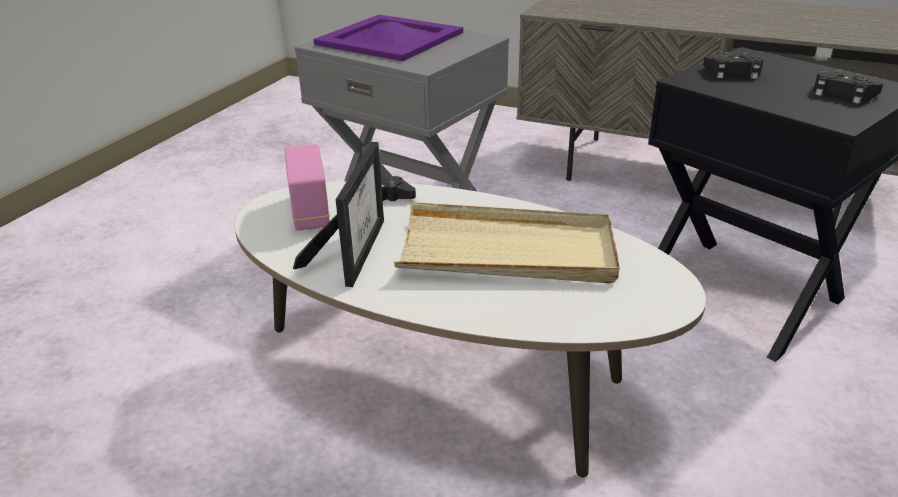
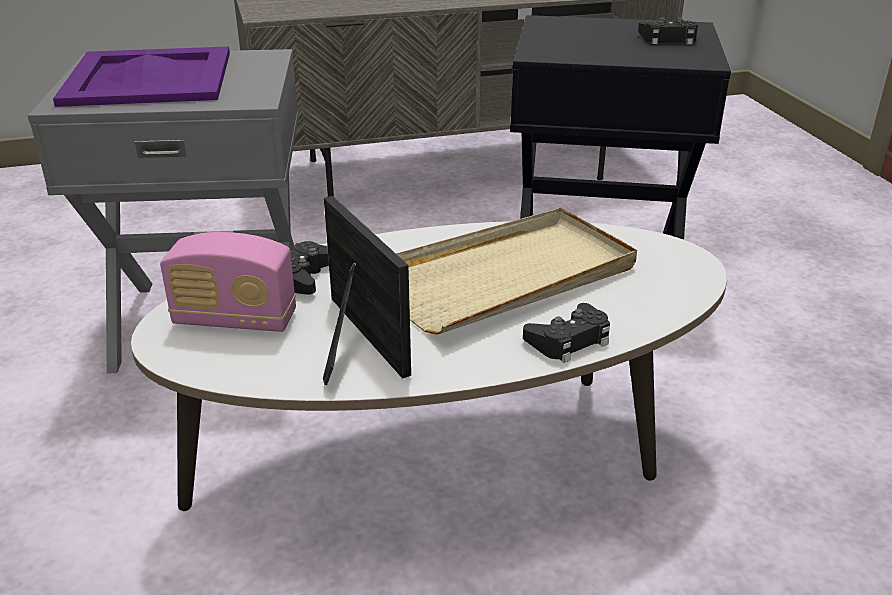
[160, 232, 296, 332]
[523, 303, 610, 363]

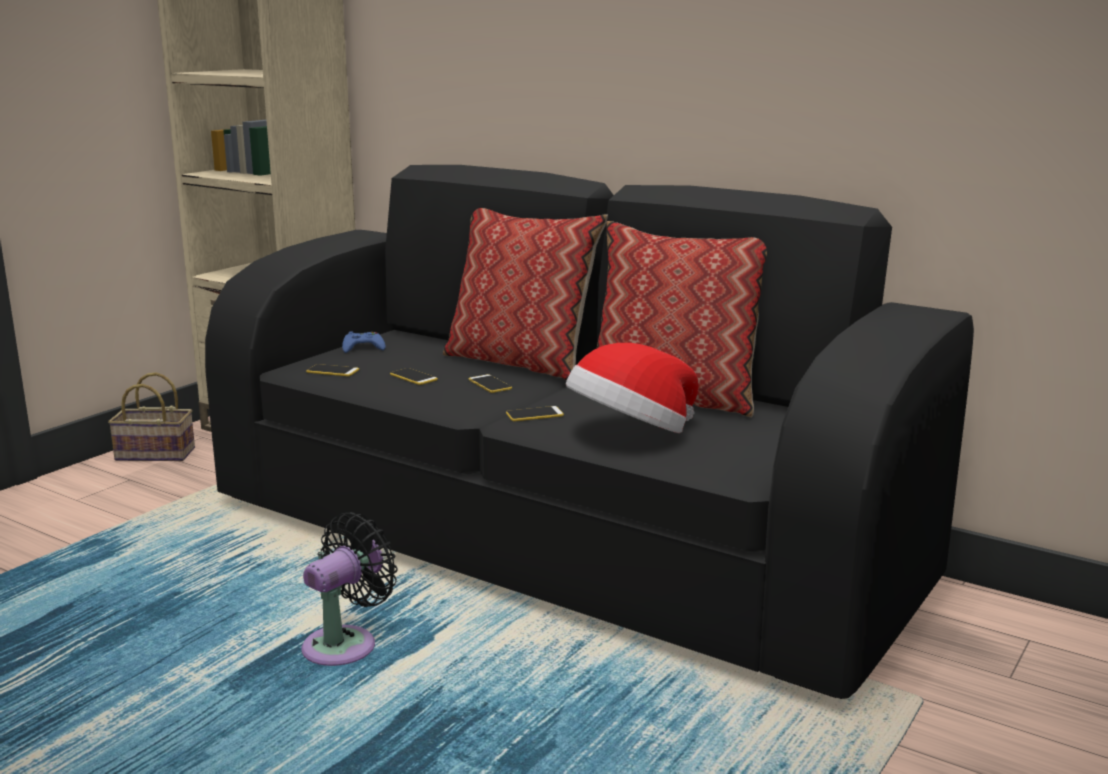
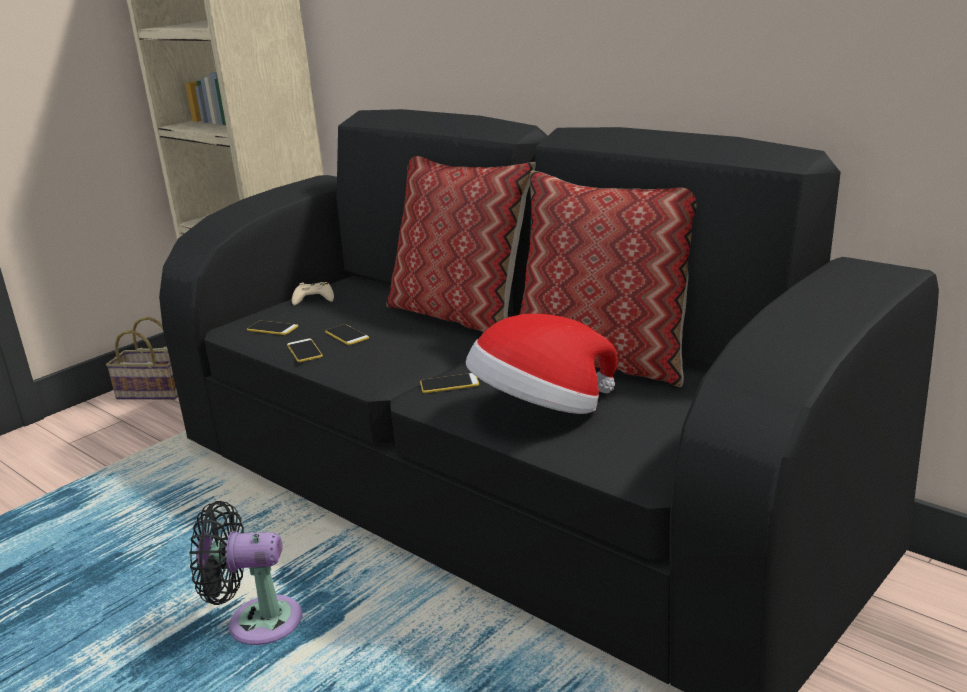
[190, 501, 303, 645]
[287, 338, 323, 362]
[292, 282, 334, 306]

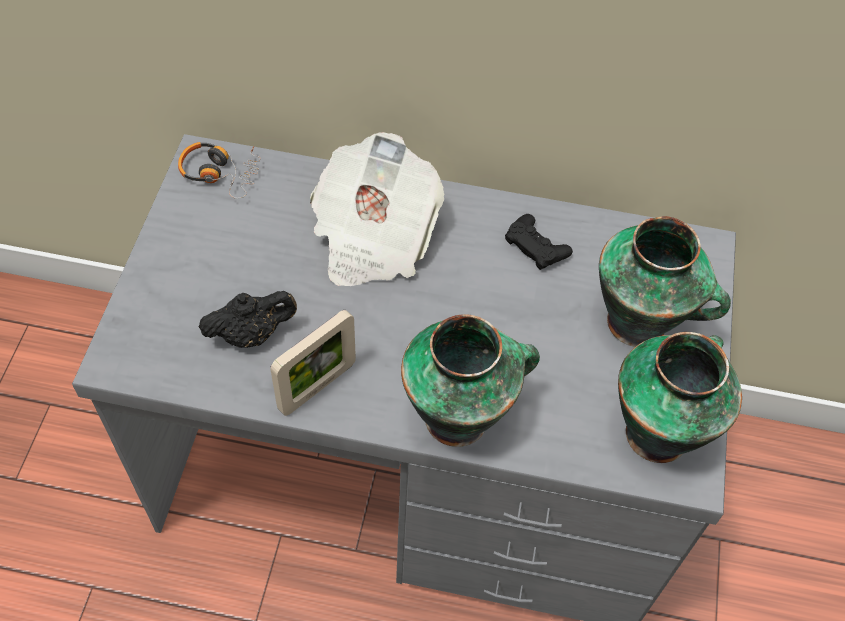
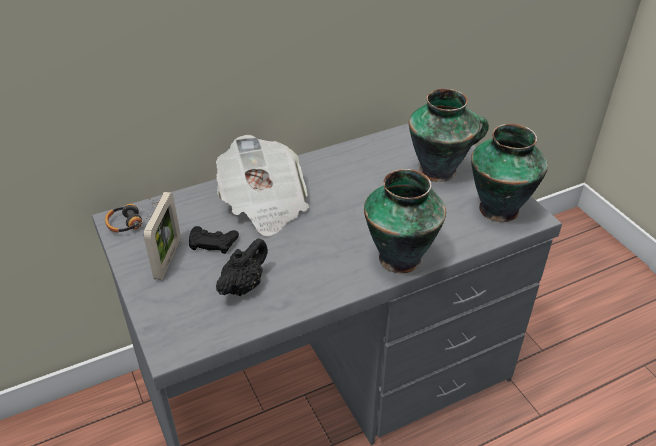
[144, 192, 181, 280]
[189, 226, 239, 254]

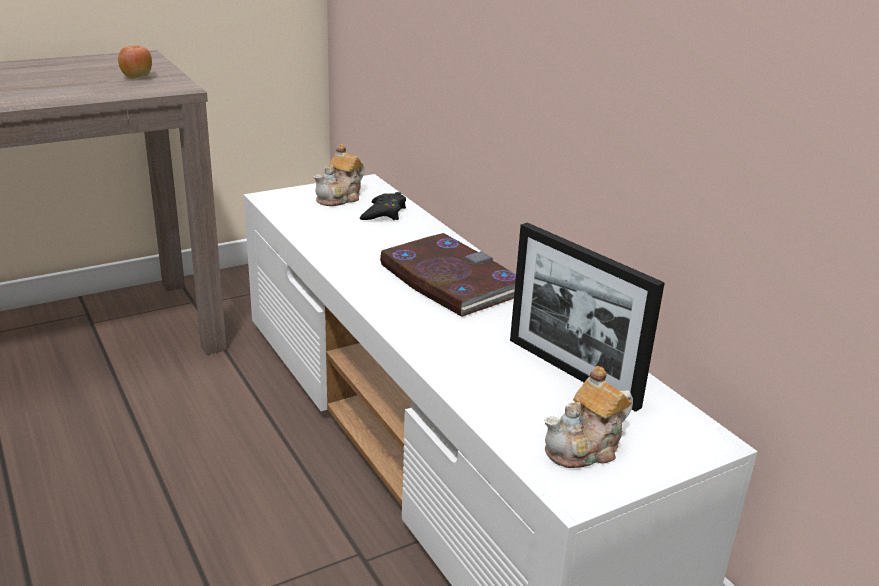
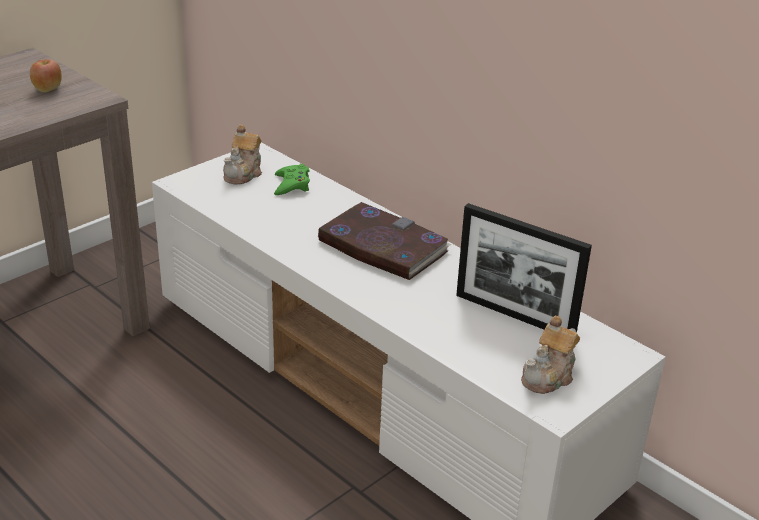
[274, 164, 310, 195]

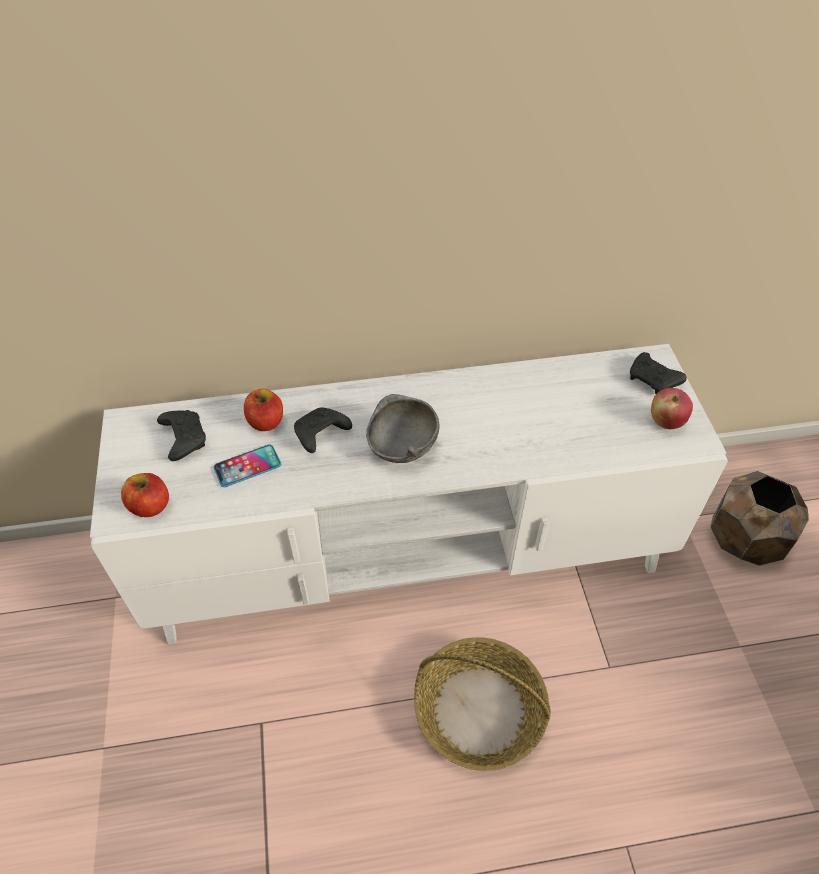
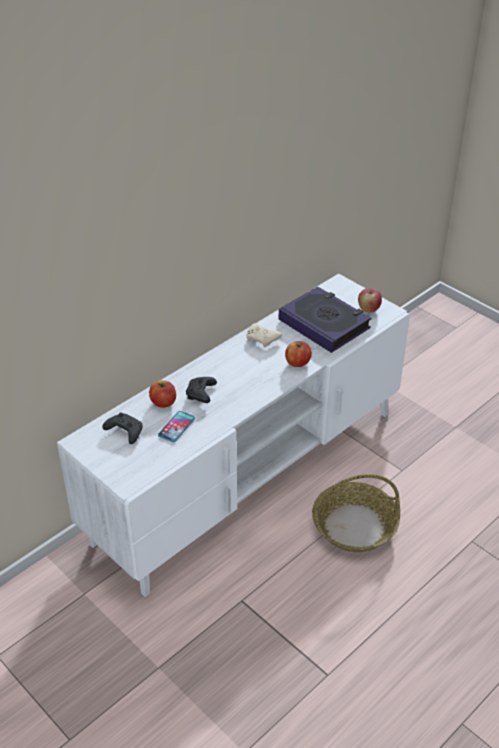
[246, 323, 282, 347]
[279, 286, 372, 353]
[285, 341, 312, 367]
[366, 394, 439, 463] (first image)
[630, 352, 687, 394] (first image)
[711, 471, 808, 566] (first image)

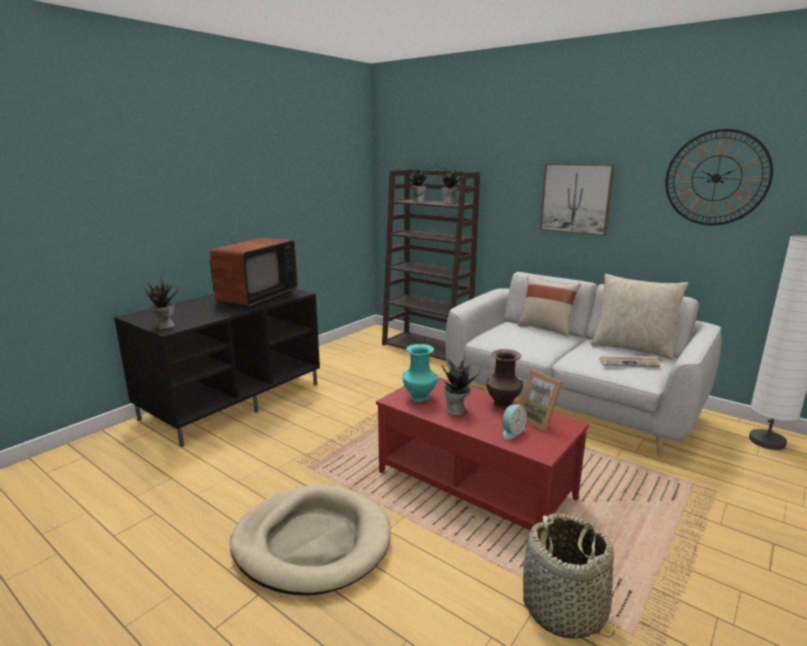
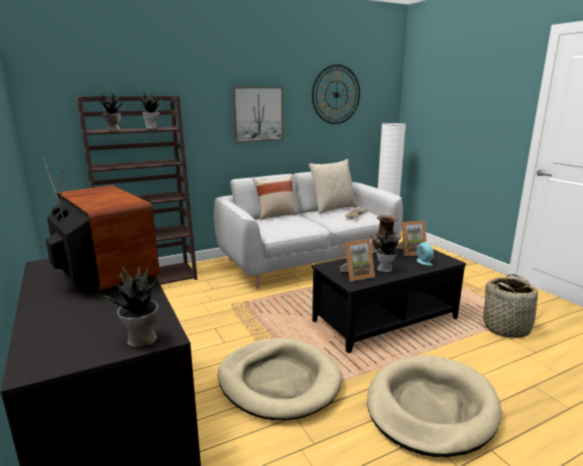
[218, 338, 342, 420]
[312, 248, 466, 353]
[340, 239, 375, 282]

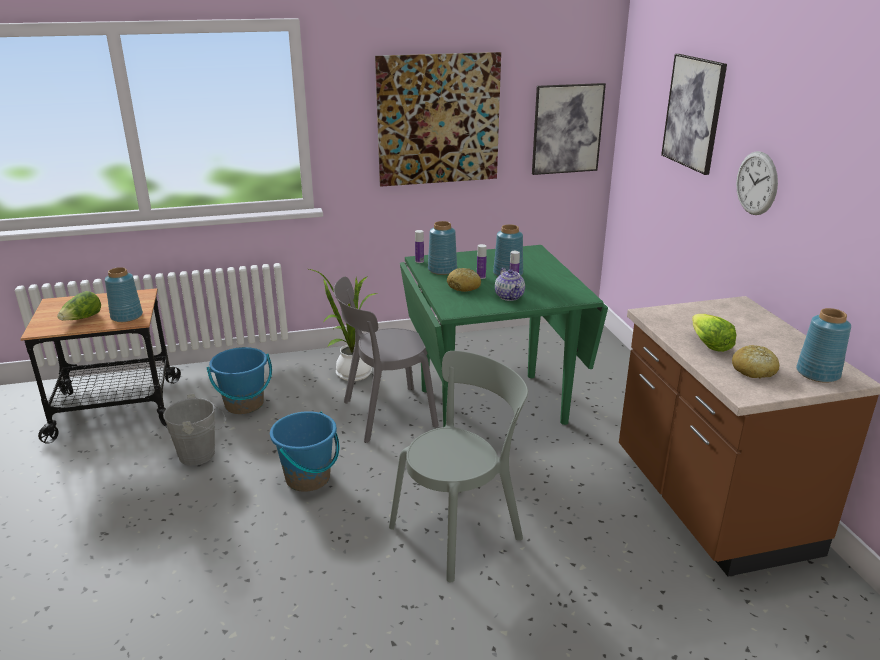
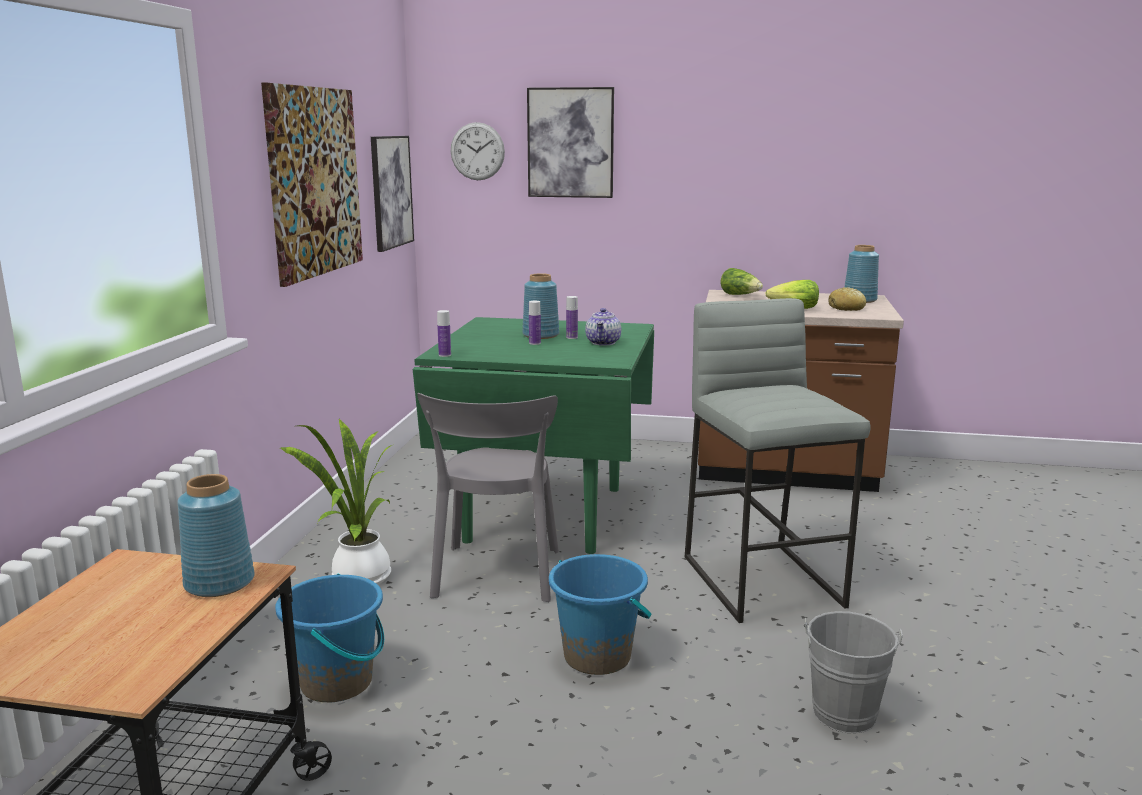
[450, 122, 505, 180]
[585, 308, 621, 345]
[685, 298, 870, 623]
[720, 268, 763, 295]
[804, 611, 903, 733]
[428, 221, 457, 275] (first image)
[447, 268, 481, 292] (first image)

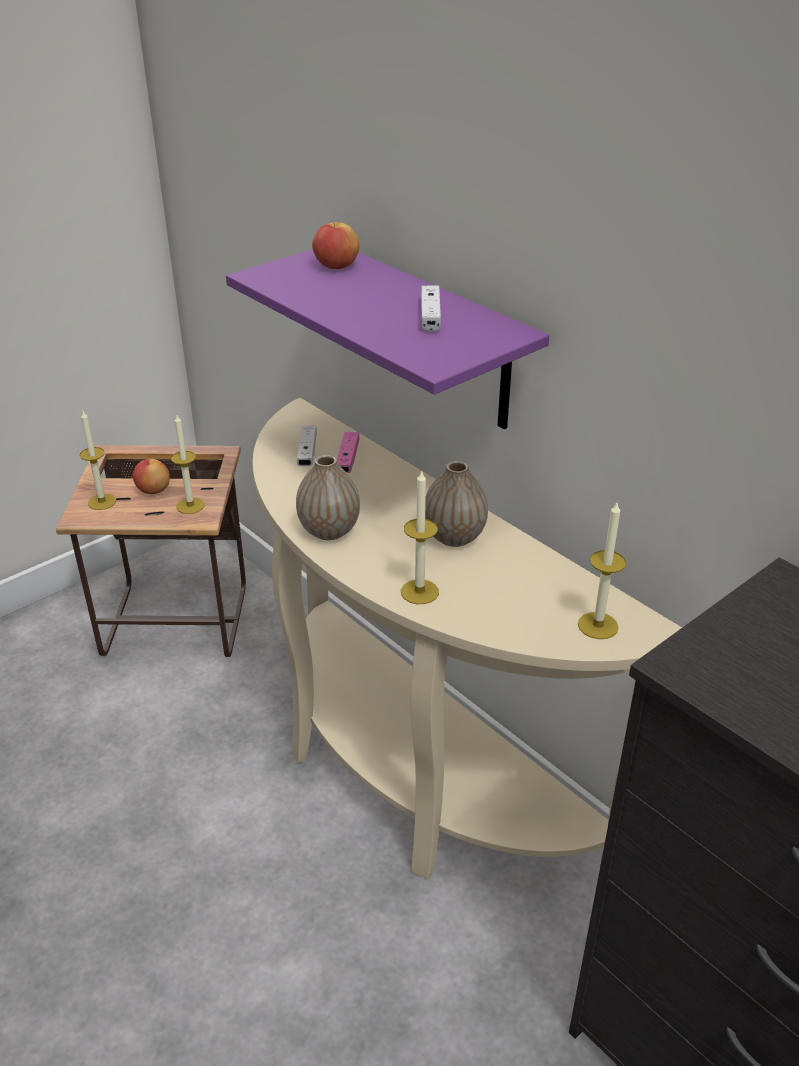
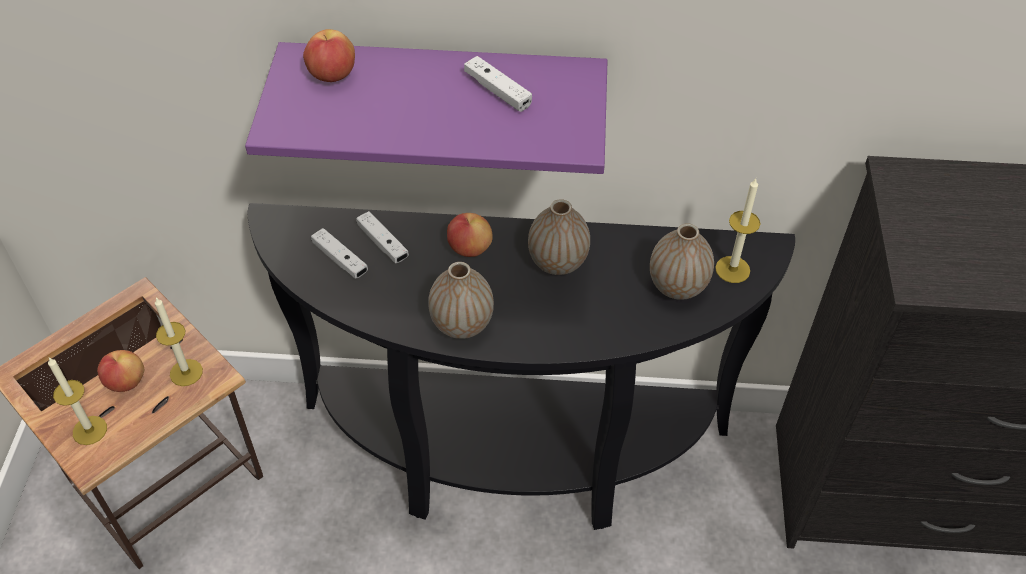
[247, 203, 795, 530]
[356, 211, 409, 263]
[447, 213, 493, 257]
[650, 223, 714, 300]
[401, 470, 439, 604] (first image)

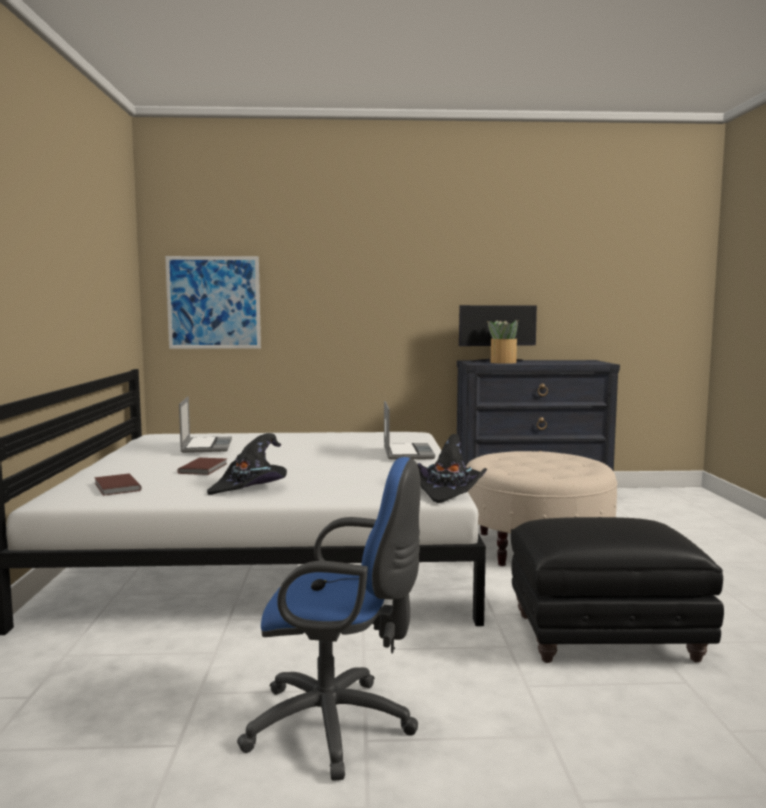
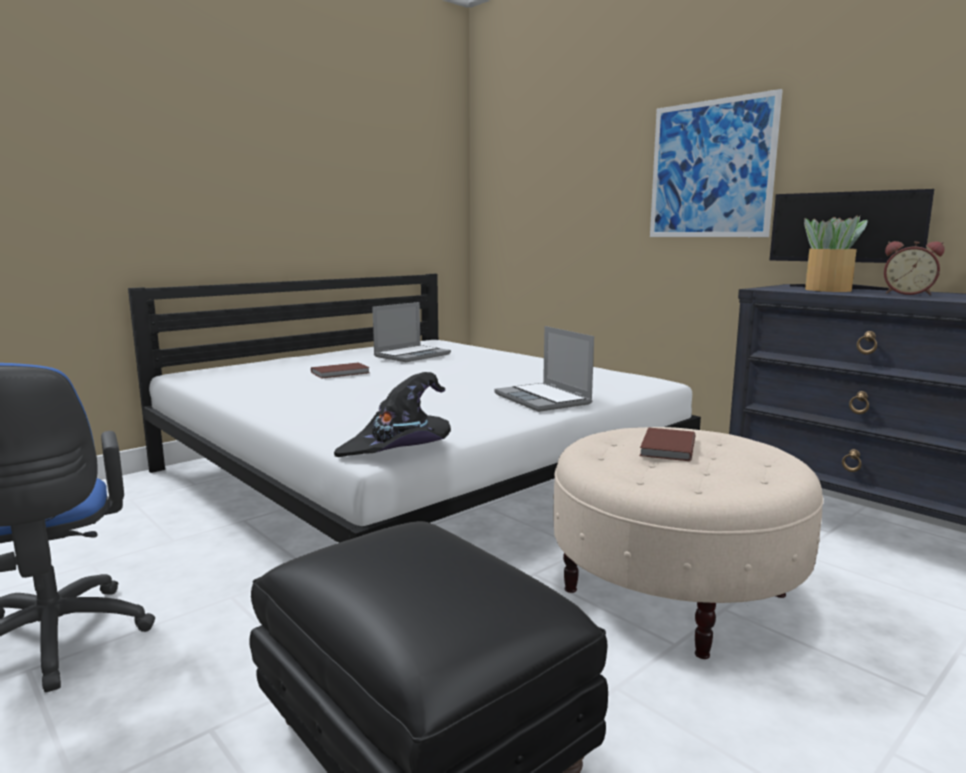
[494, 326, 594, 412]
[640, 427, 695, 461]
[650, 89, 783, 237]
[884, 241, 945, 295]
[207, 433, 287, 495] (first image)

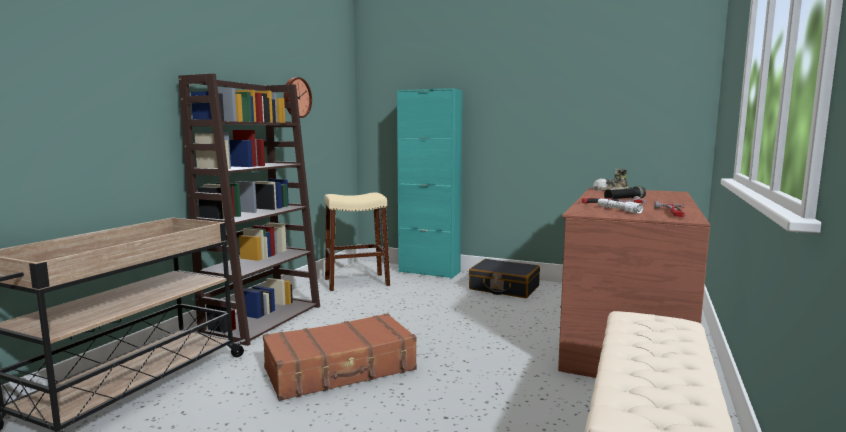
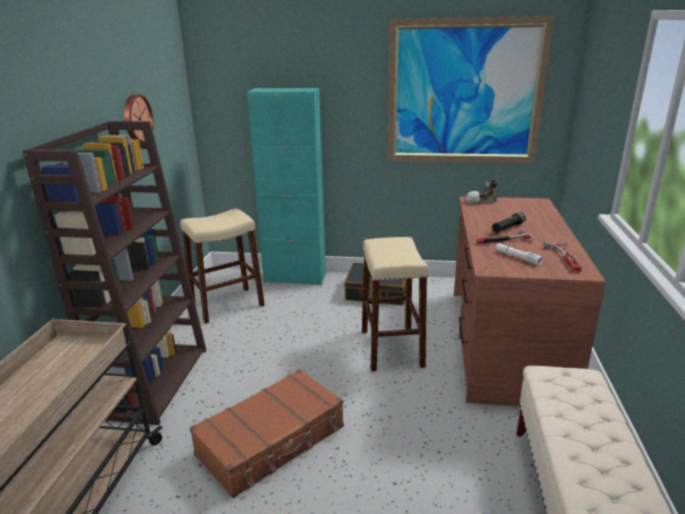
[362, 237, 429, 372]
[387, 16, 554, 163]

